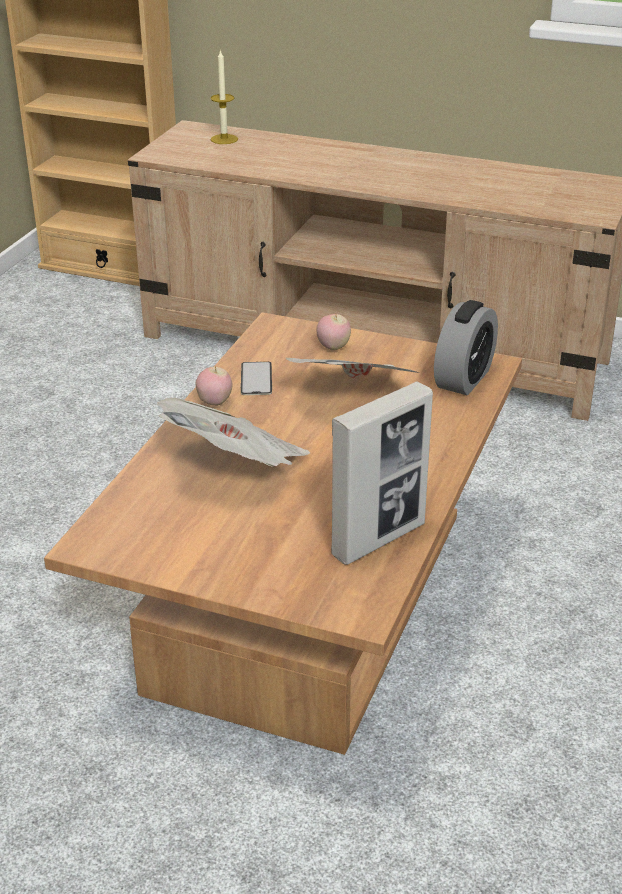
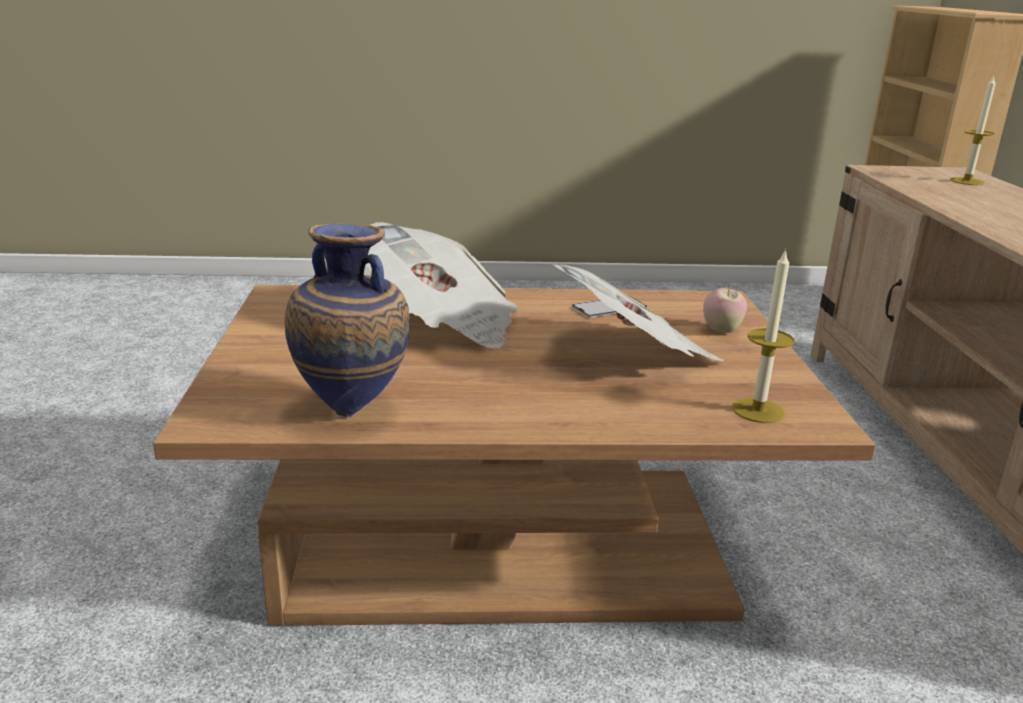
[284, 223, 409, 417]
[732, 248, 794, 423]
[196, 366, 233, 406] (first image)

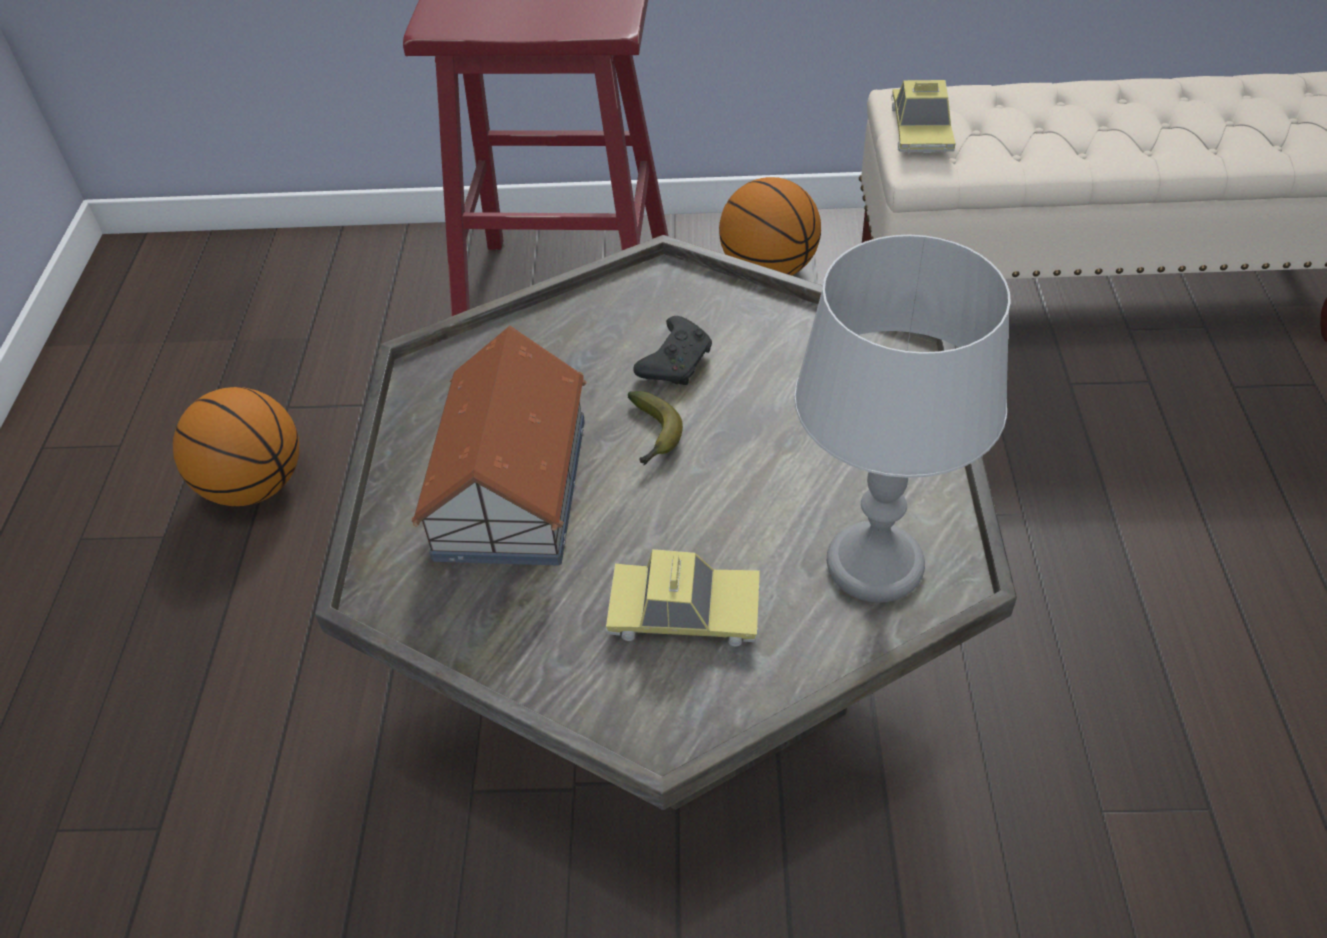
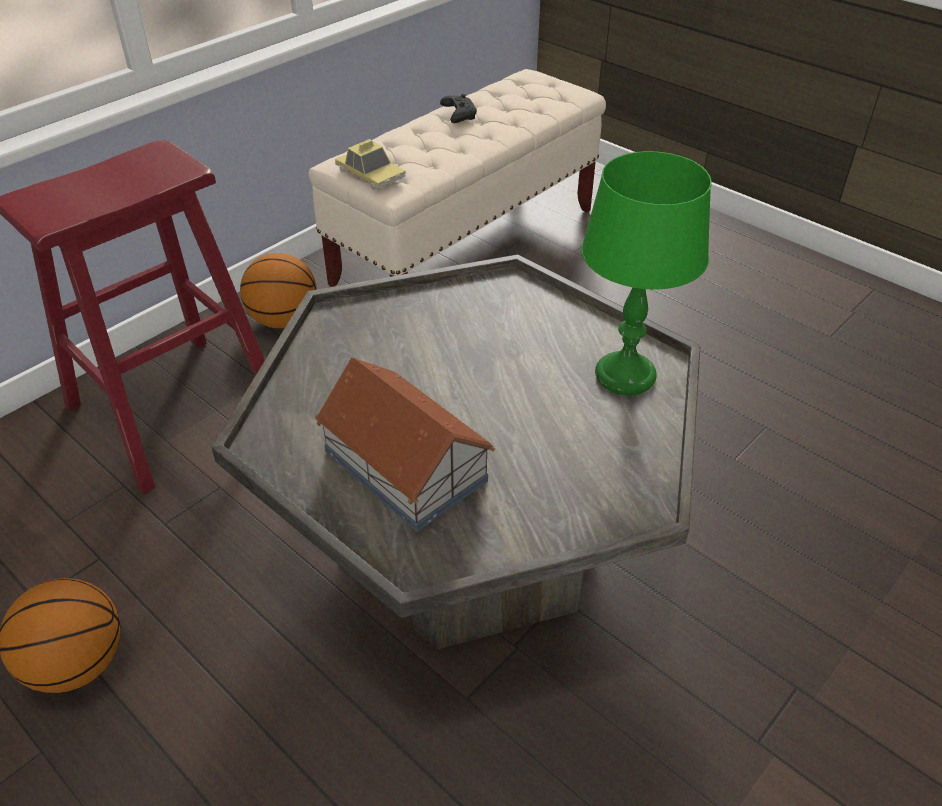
[440, 94, 477, 123]
[581, 151, 712, 395]
[606, 549, 760, 646] (first image)
[628, 391, 683, 465] (first image)

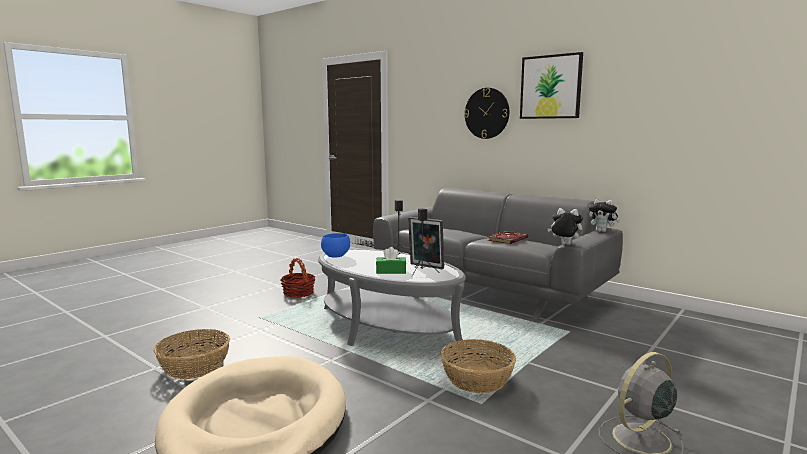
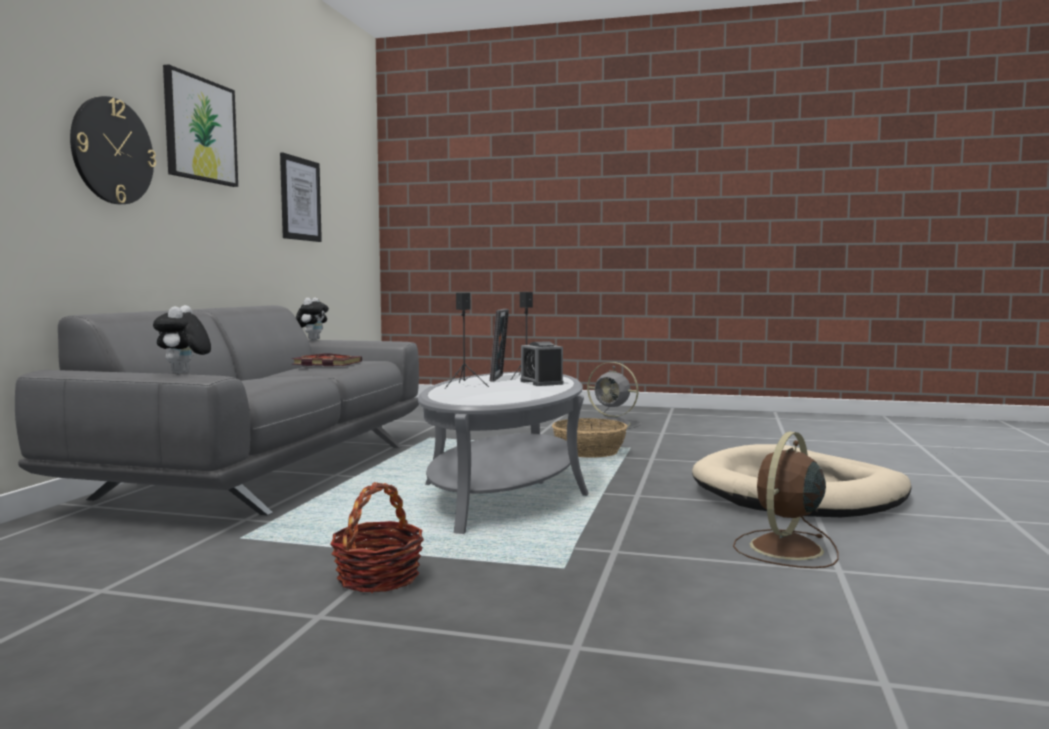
[153, 305, 211, 374]
[280, 153, 322, 242]
[520, 341, 564, 386]
[733, 432, 839, 568]
[321, 233, 350, 258] (first image)

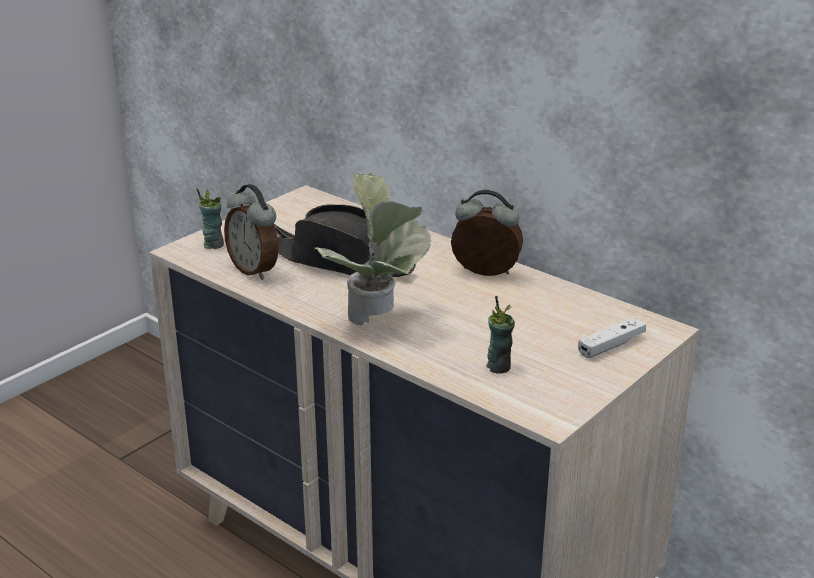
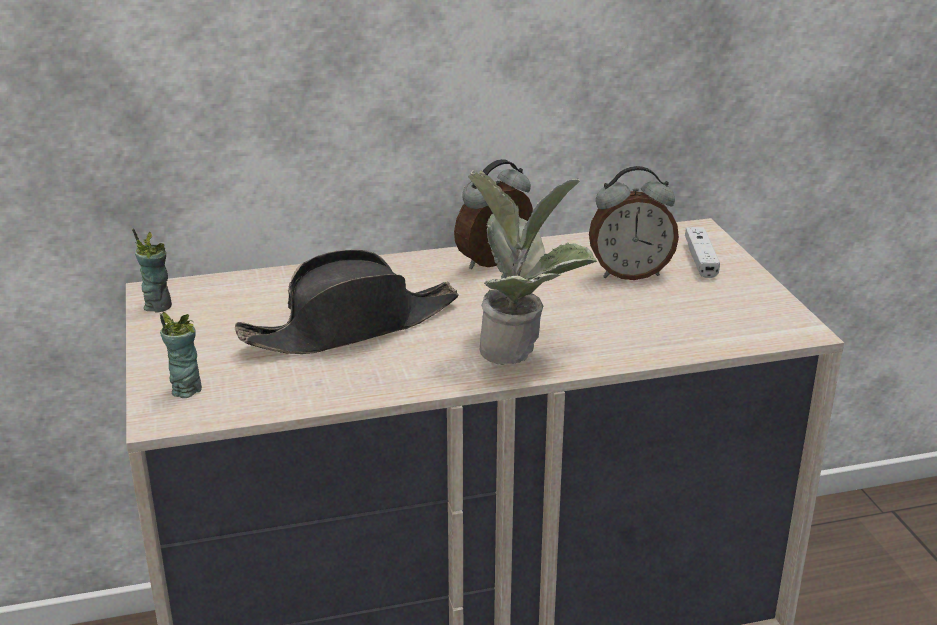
[132, 228, 172, 312]
[589, 166, 679, 280]

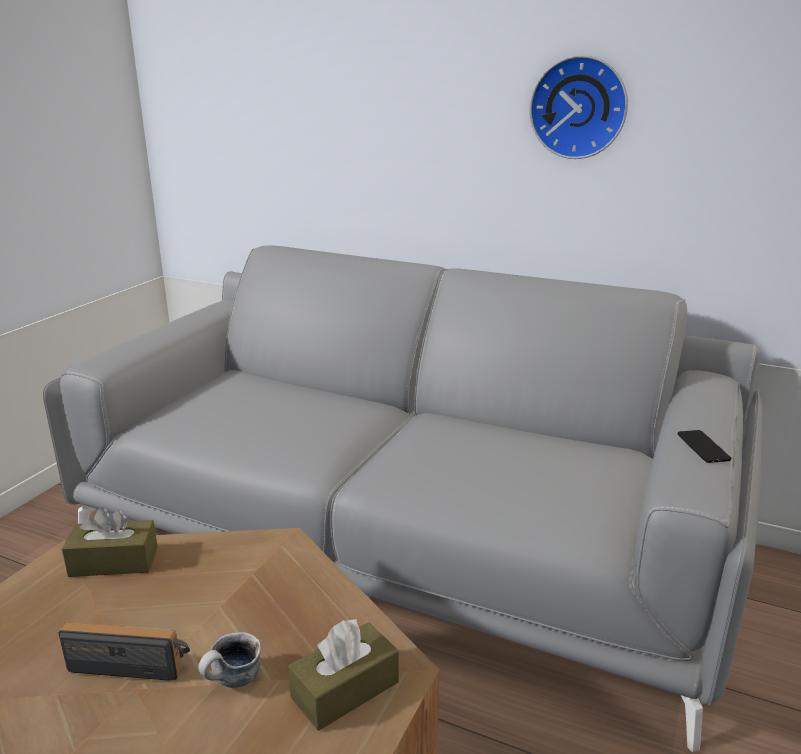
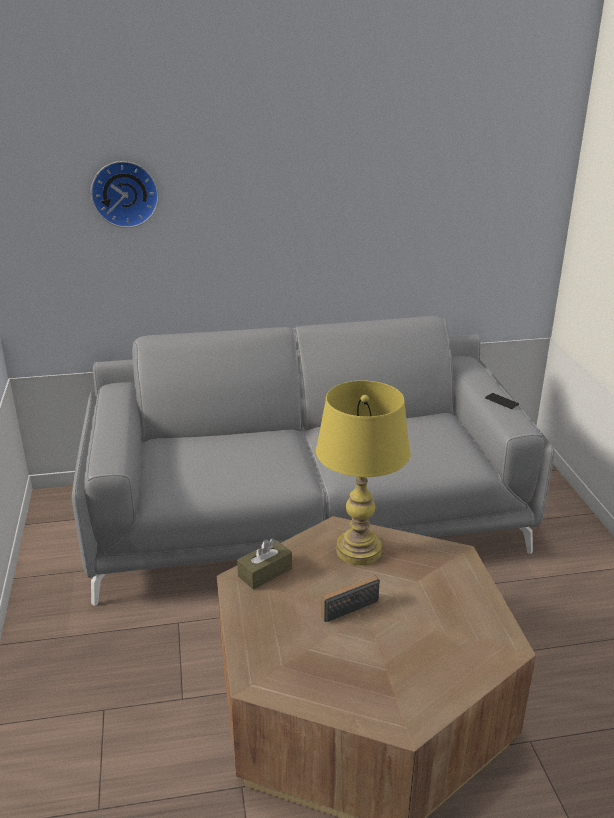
[91, 161, 159, 228]
[316, 381, 411, 565]
[198, 632, 261, 688] (first image)
[288, 619, 399, 731] (first image)

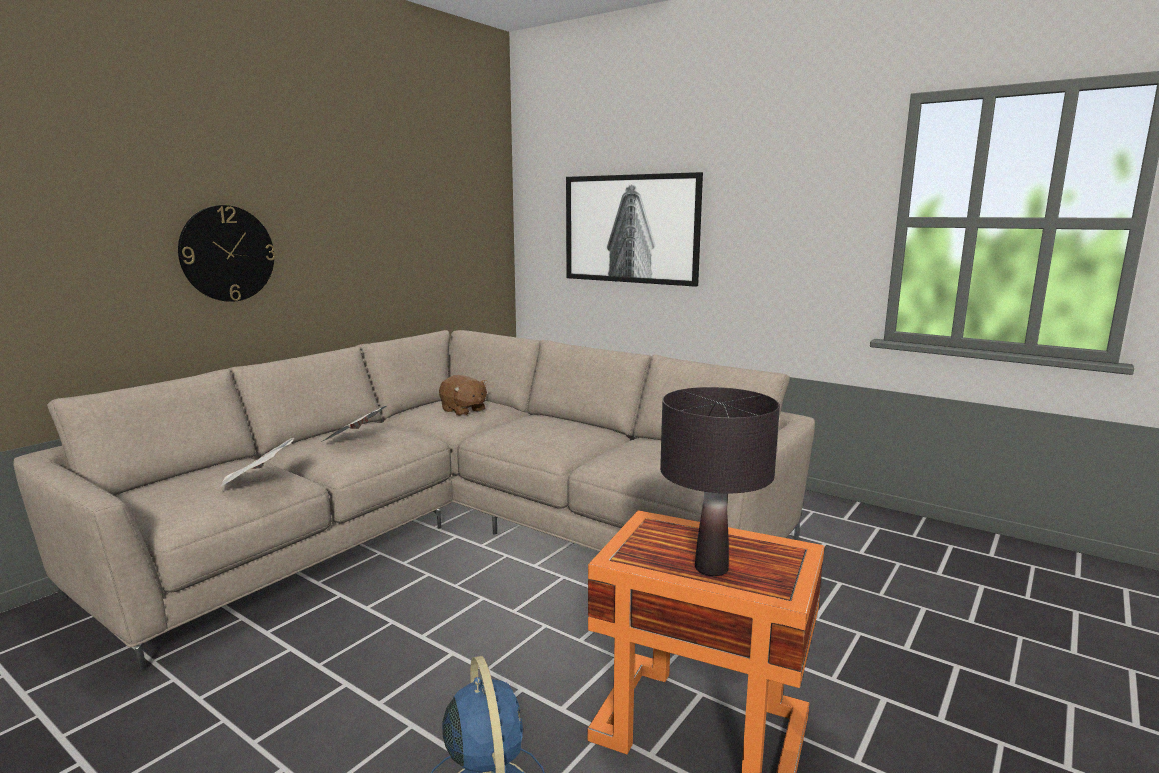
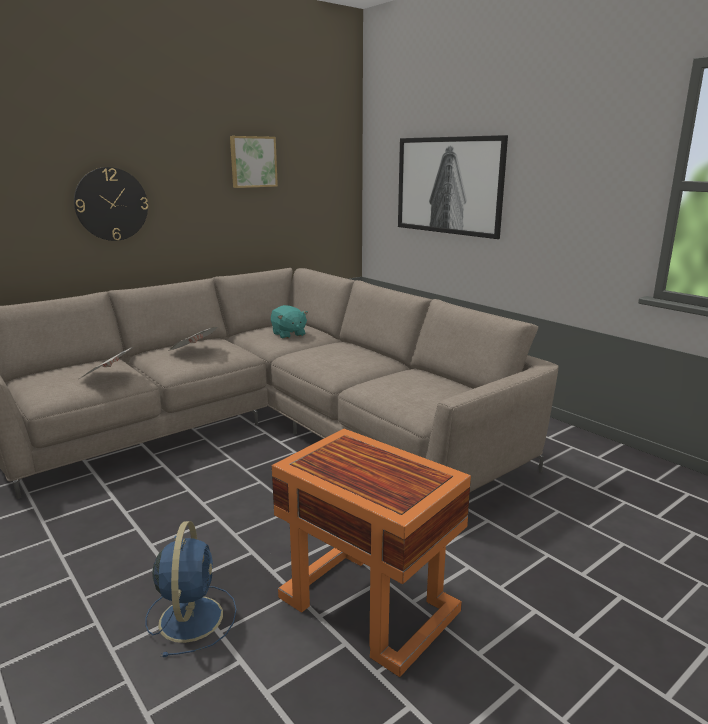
[230, 136, 278, 188]
[271, 305, 308, 339]
[660, 387, 780, 576] (first image)

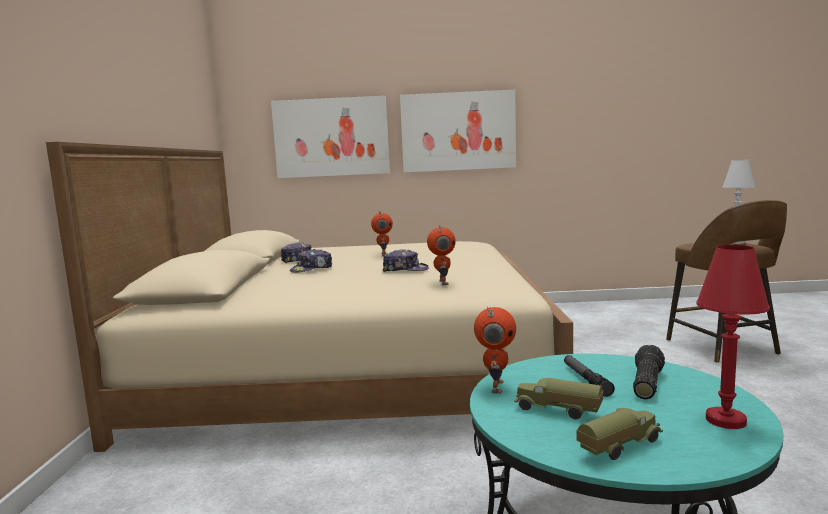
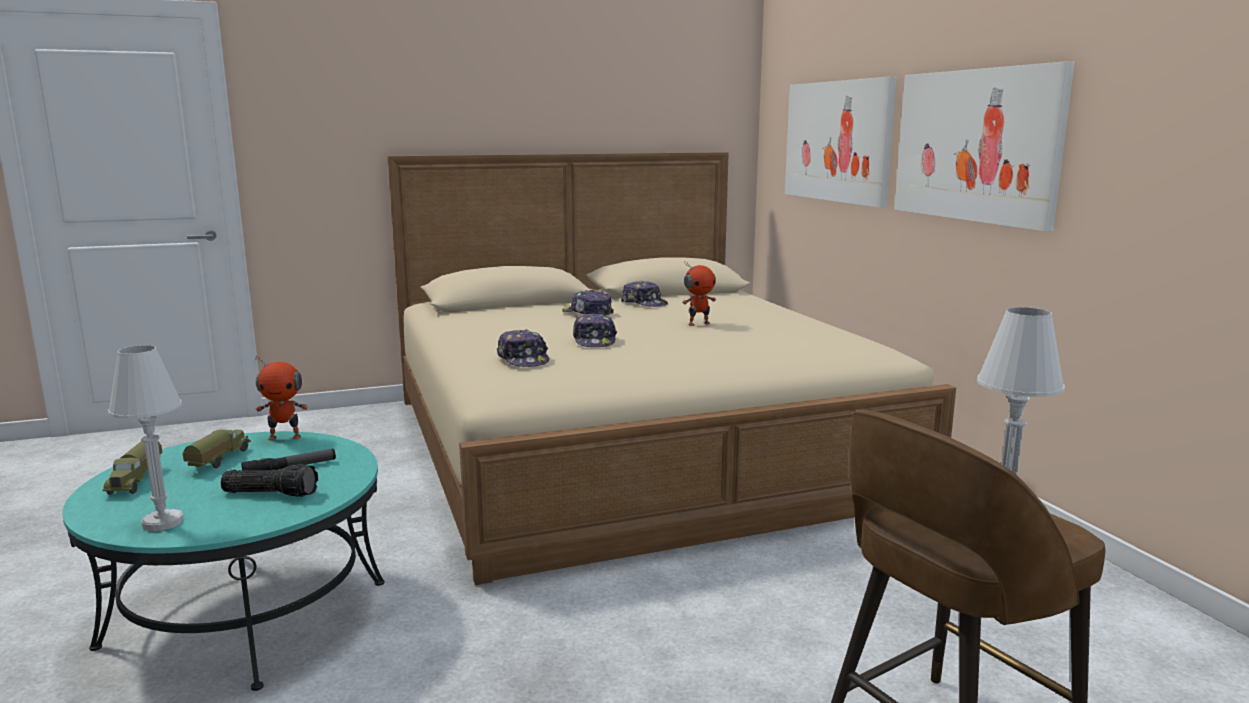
[102, 441, 163, 495]
[108, 345, 184, 531]
[497, 330, 549, 367]

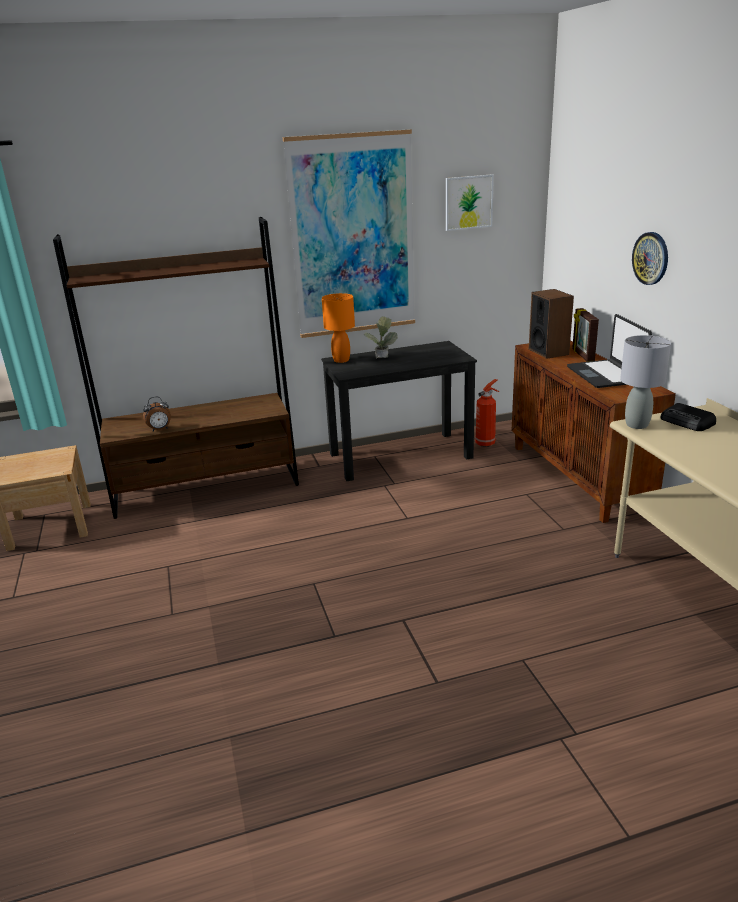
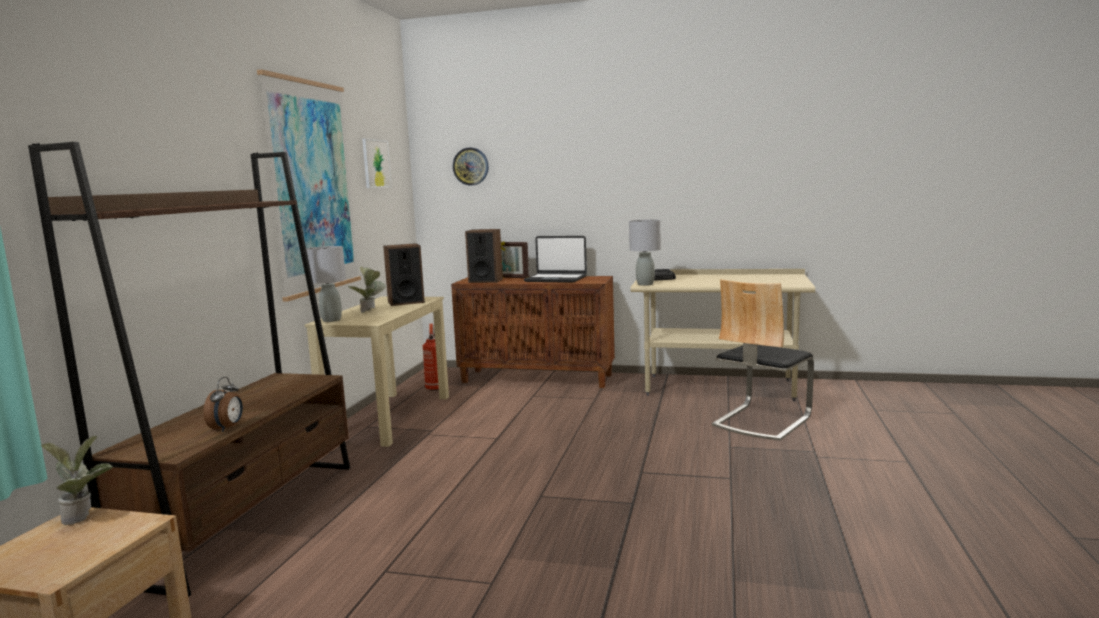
[41, 436, 113, 525]
[305, 297, 449, 447]
[306, 246, 346, 322]
[383, 243, 425, 306]
[453, 148, 489, 185]
[712, 279, 814, 441]

